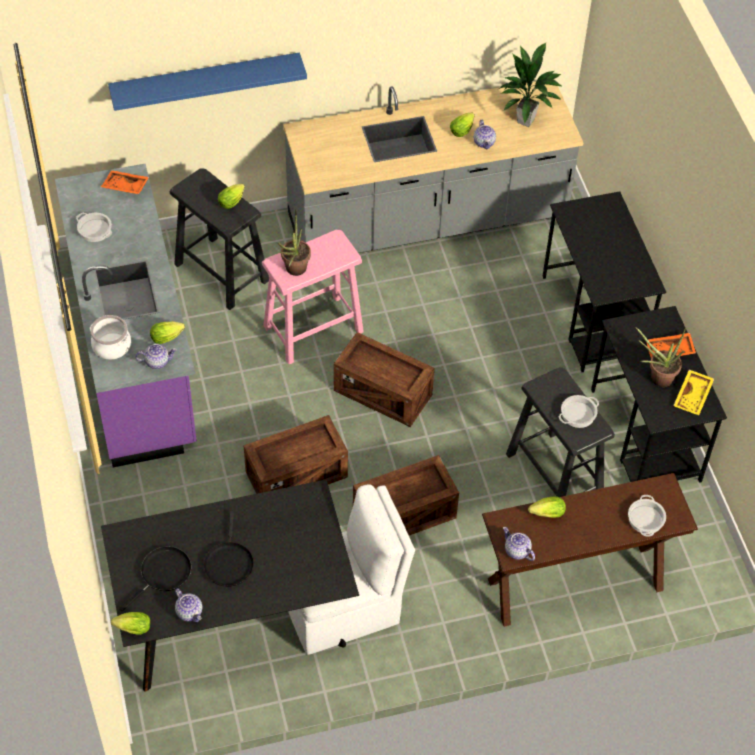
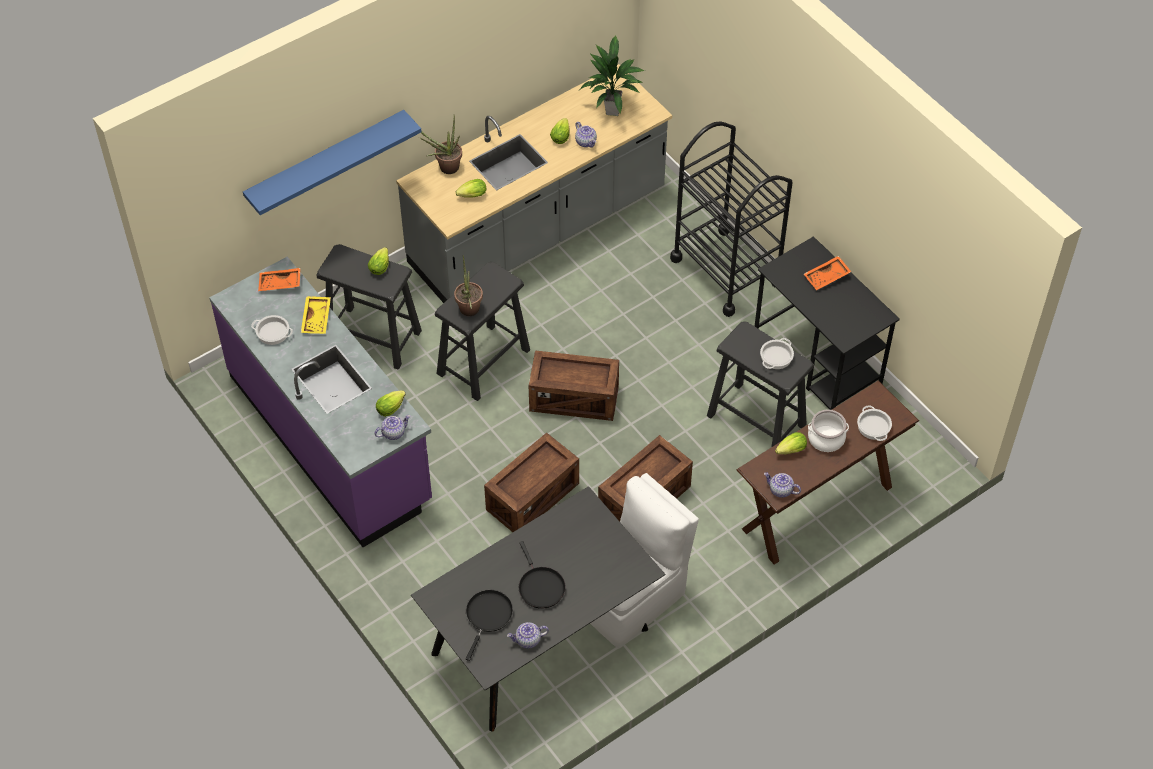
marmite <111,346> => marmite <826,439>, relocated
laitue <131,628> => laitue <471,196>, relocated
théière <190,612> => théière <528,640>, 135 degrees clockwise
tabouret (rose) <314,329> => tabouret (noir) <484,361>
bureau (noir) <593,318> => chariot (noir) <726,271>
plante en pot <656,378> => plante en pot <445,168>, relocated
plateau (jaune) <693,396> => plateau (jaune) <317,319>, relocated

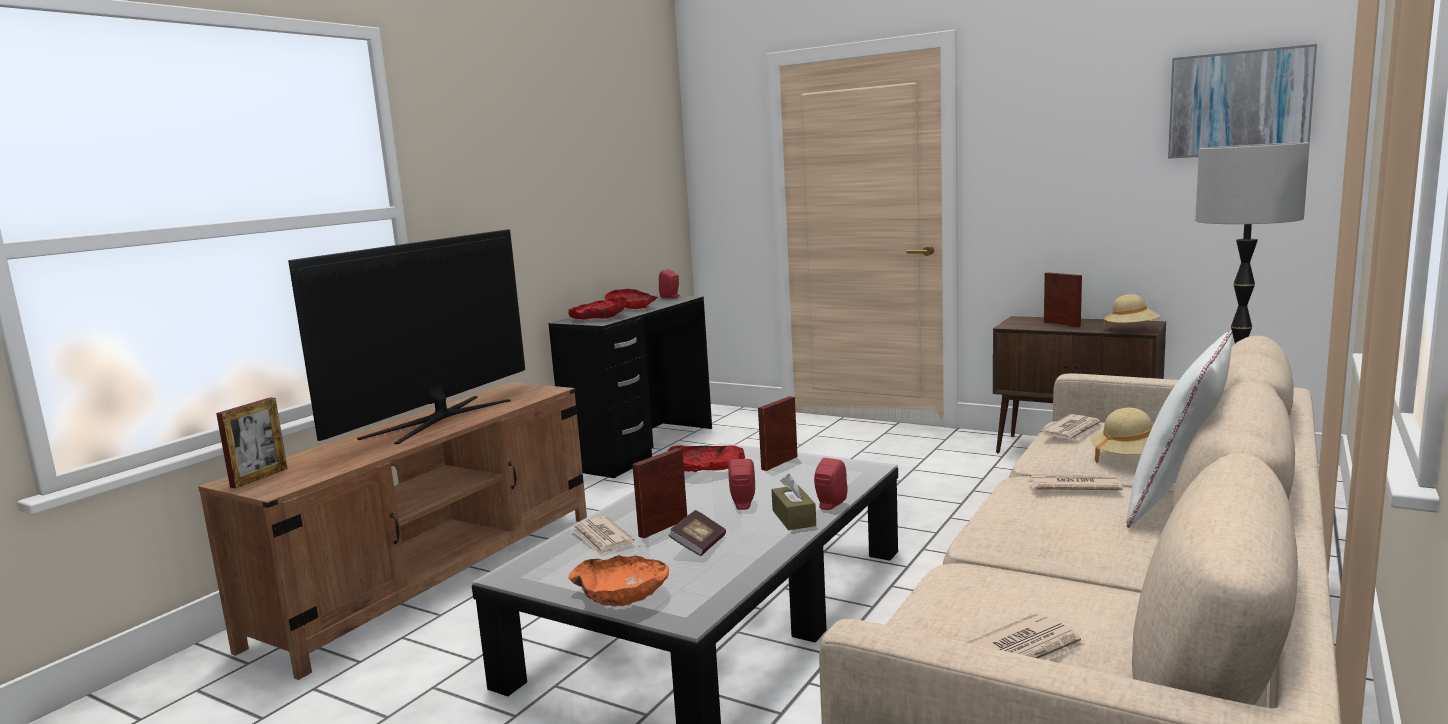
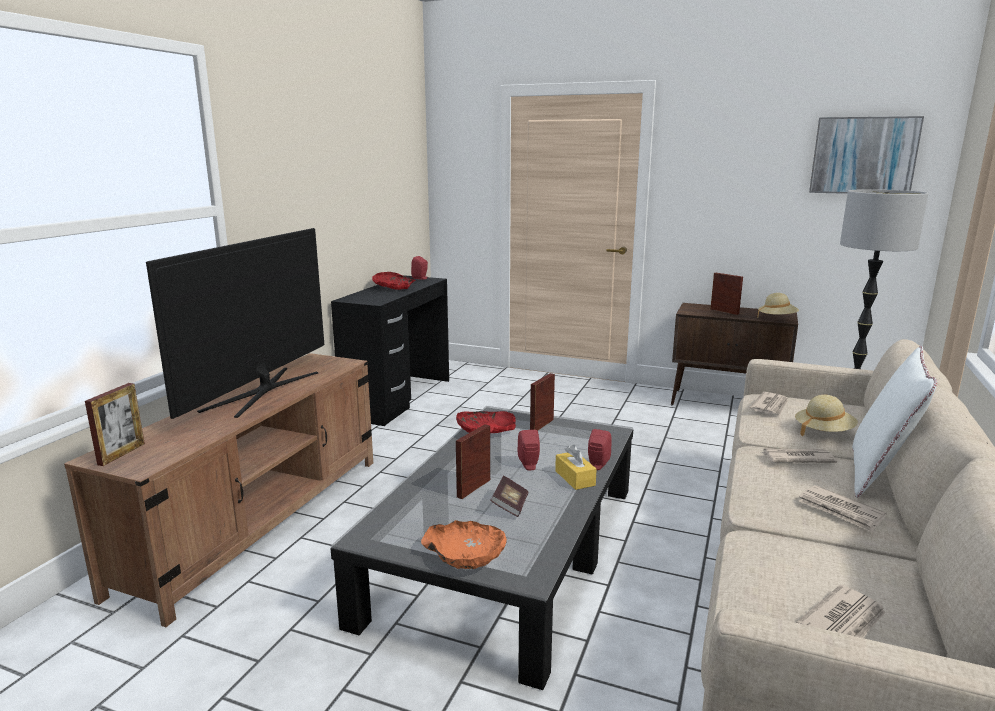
bol (rouge) <599,317> => nothing
journal <602,539> => journal <840,511>, relocated
boîte à mouchoirs (marron) <793,518> => boîte à mouchoirs (jaune) <575,478>

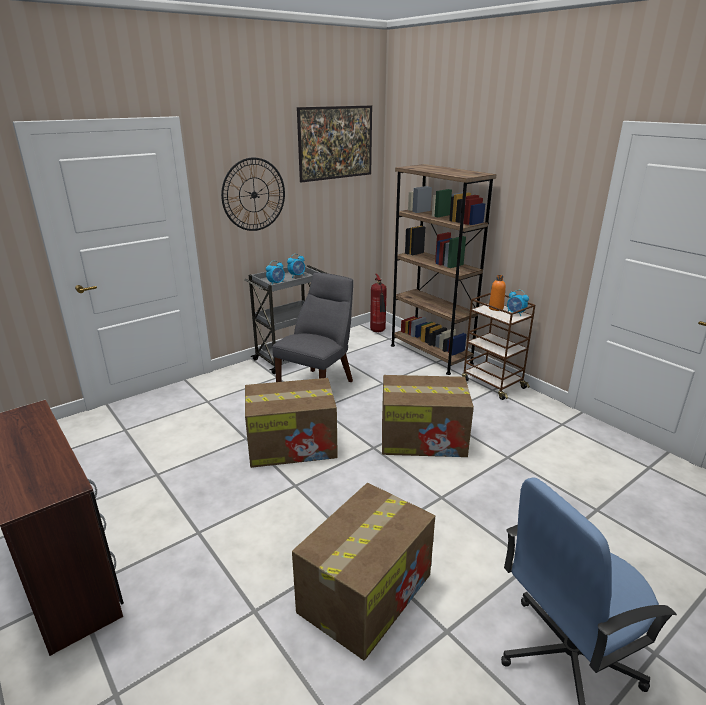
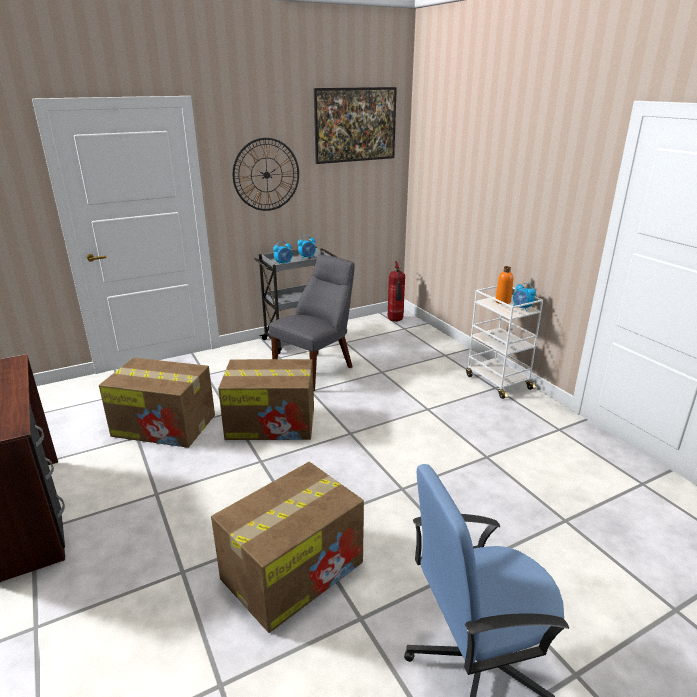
carton <424,438> => carton <165,425>, relocated
bibliothèque (marron) <430,354> => nothing
chariot (marron) <492,384> => chariot (blanc) <497,382>

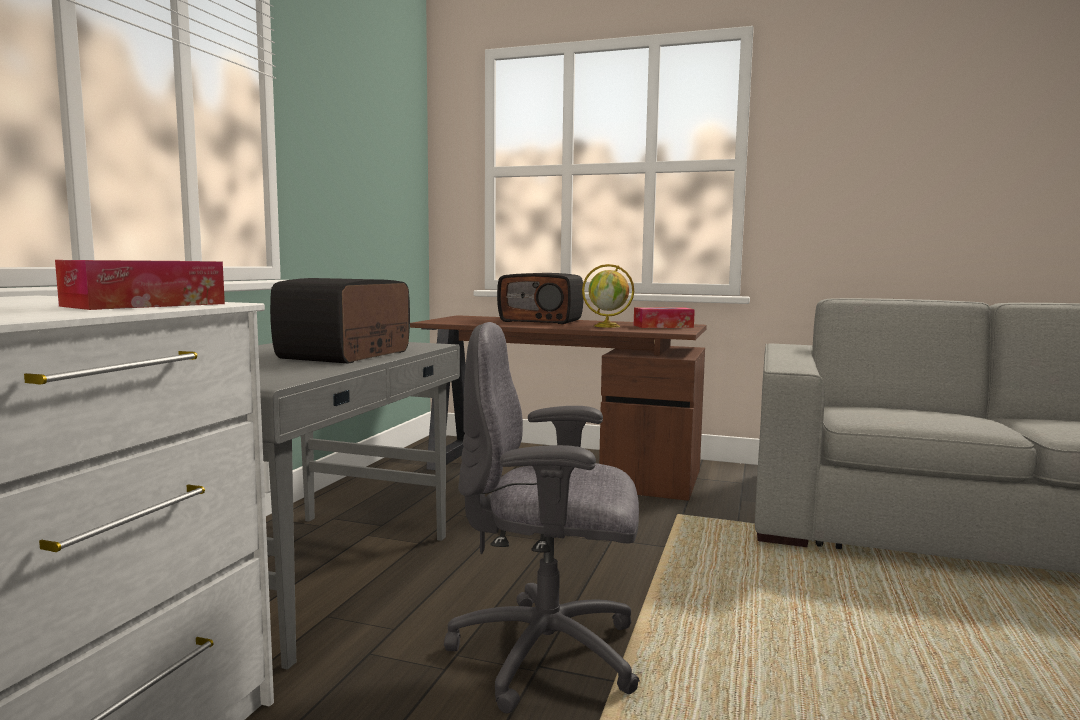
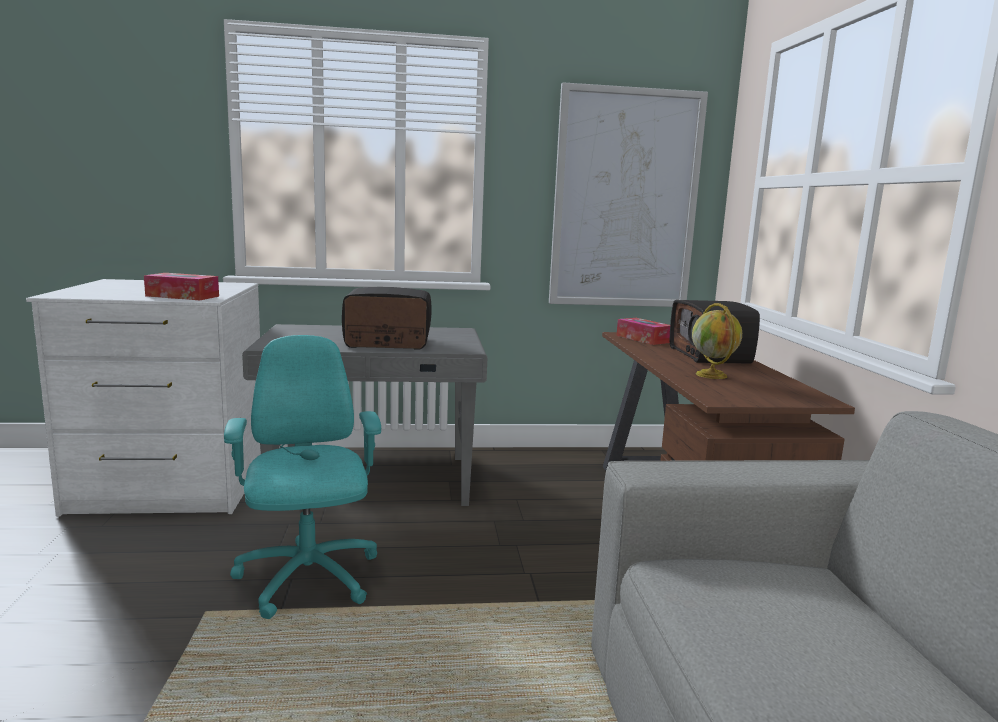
chaise de bureau (gris) <549,654> => chaise de bureau (turquoise) <307,579>
boîte à mouchoirs <663,326> => boîte à mouchoirs <643,339>, relocated
nothing => tableau <625,200>

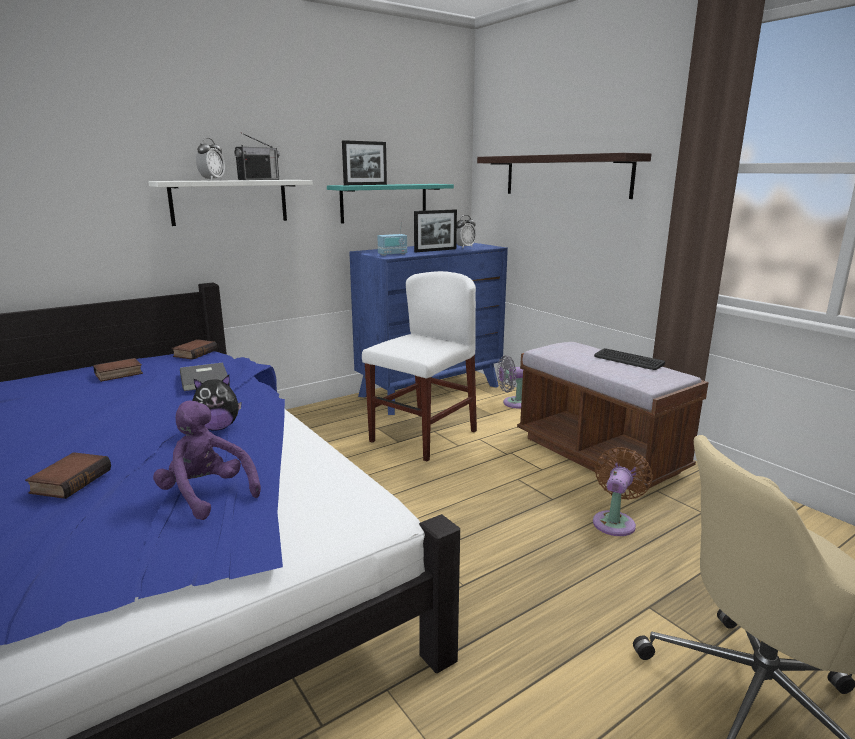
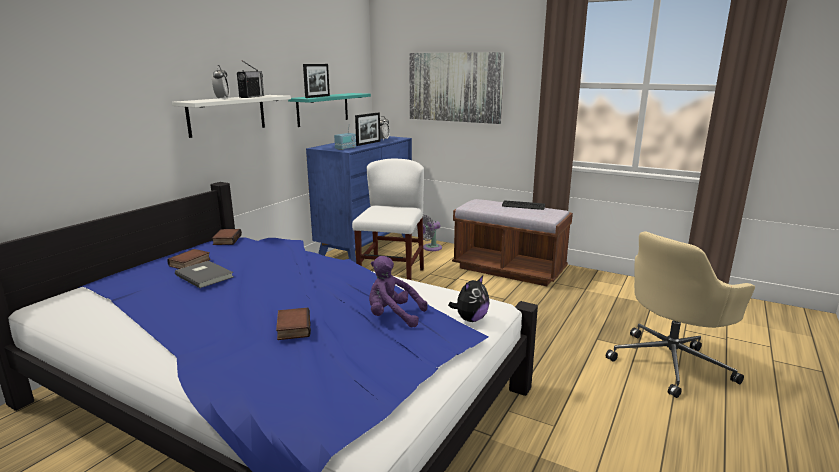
livre (gris) <206,378> => livre (gris) <205,275>, relocated
peluche <218,427> => peluche <470,319>, relocated
étagère <565,175> => tableau <455,87>
ventilateur (marron) <615,521> => nothing

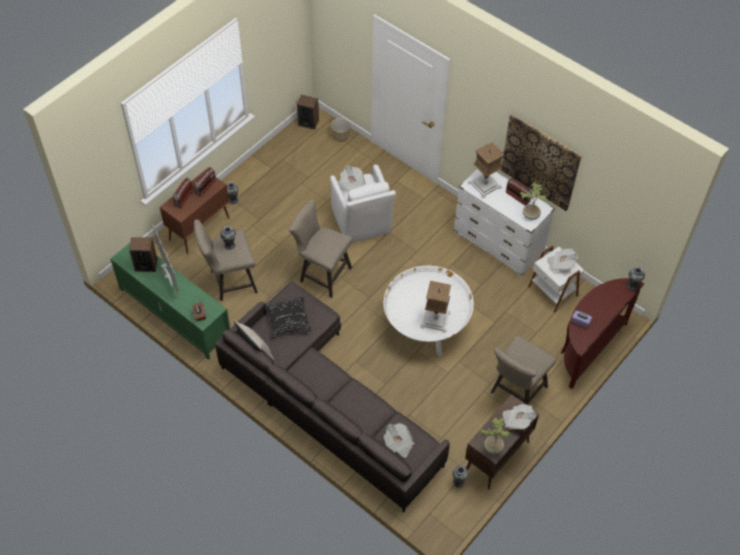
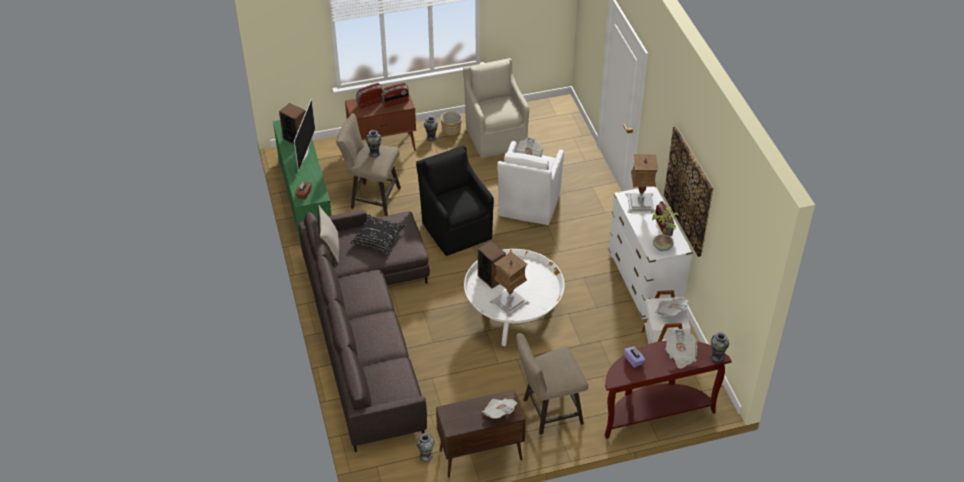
tabouret (beige) <322,274> => fauteuil (noir) <456,229>
enceinte <308,122> => enceinte <491,278>, relocated
cache-pot <340,135> => cache-pot <451,131>, relocated
journal <398,444> => journal <680,355>, relocated
plante en pot <493,447> => nothing
nothing => fauteuil (beige) <495,136>

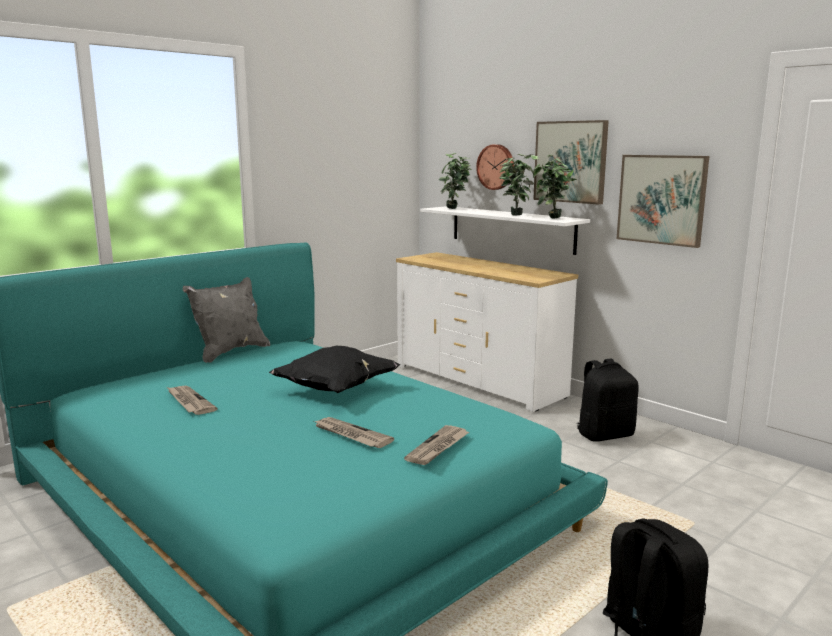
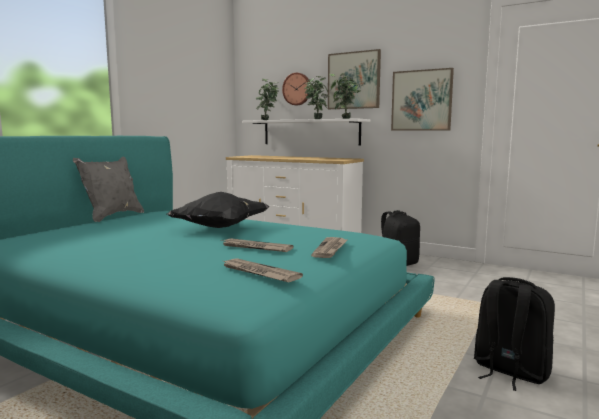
journal <189,402> => journal <259,273>, relocated

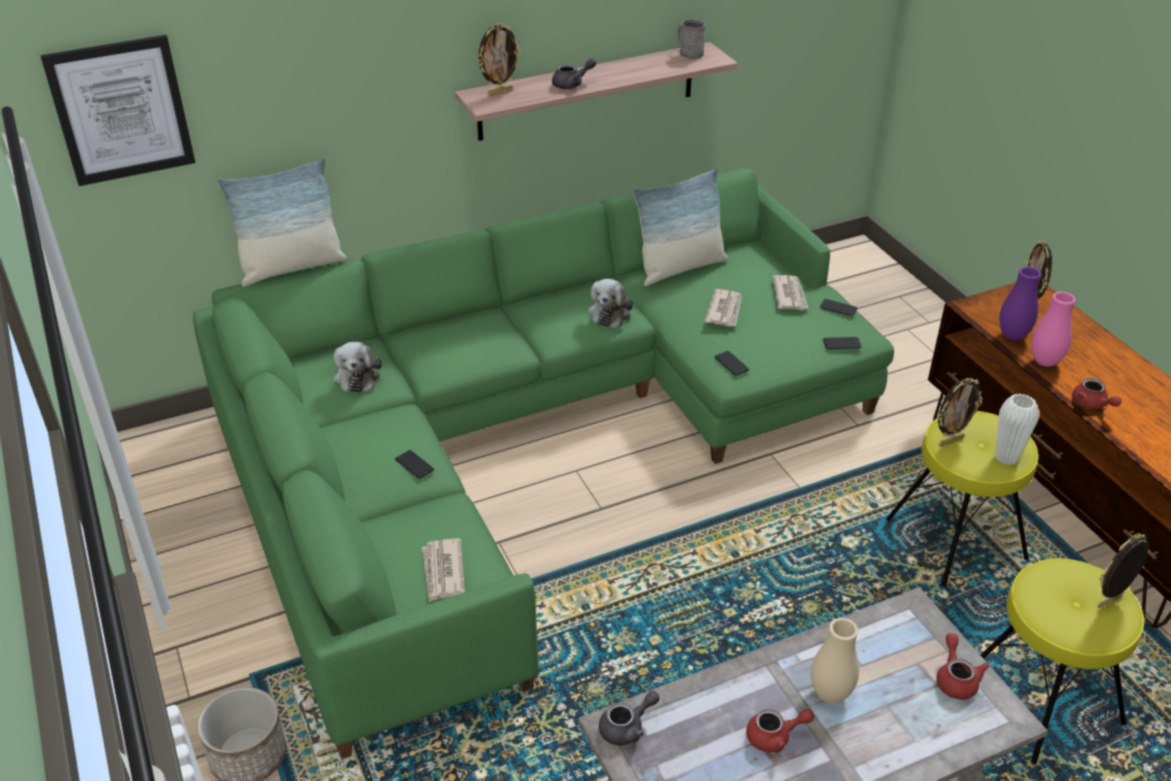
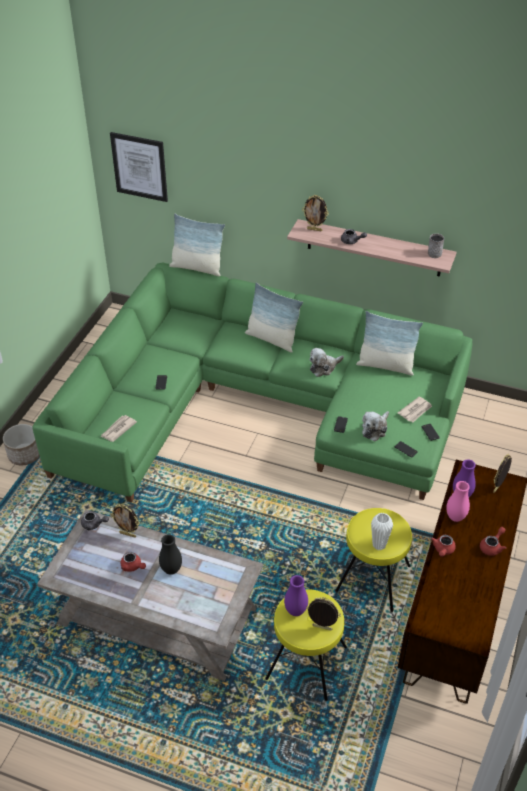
peluche <357,375> => peluche <375,429>, relocated
journal <724,310> => nothing
vase (beige) <830,694> => vase (noir) <171,570>
théière (rouge) <956,679> => théière (rouge) <492,546>, relocated
cadre photo <950,441> => cadre photo <128,534>, relocated
nothing => coussin <272,339>
nothing => vase (violet) <295,611>

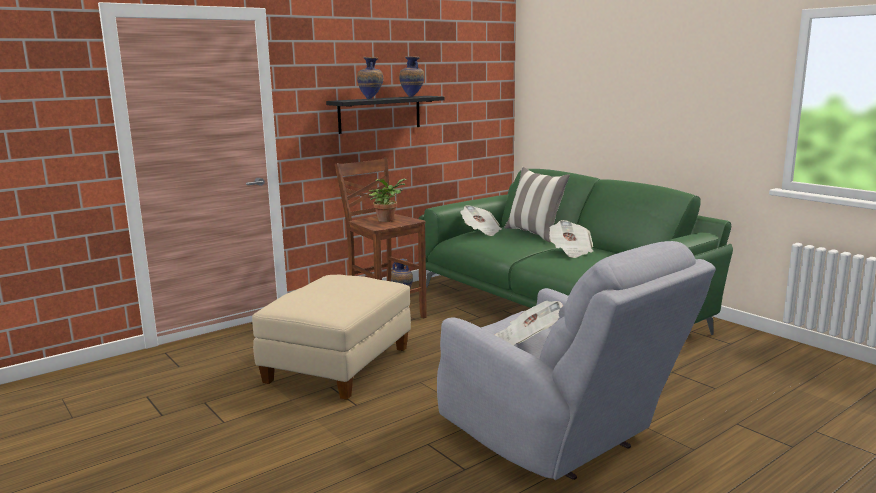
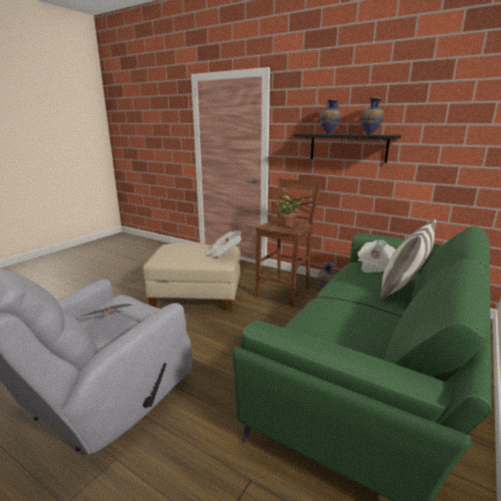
journal <570,251> => journal <224,252>, relocated

